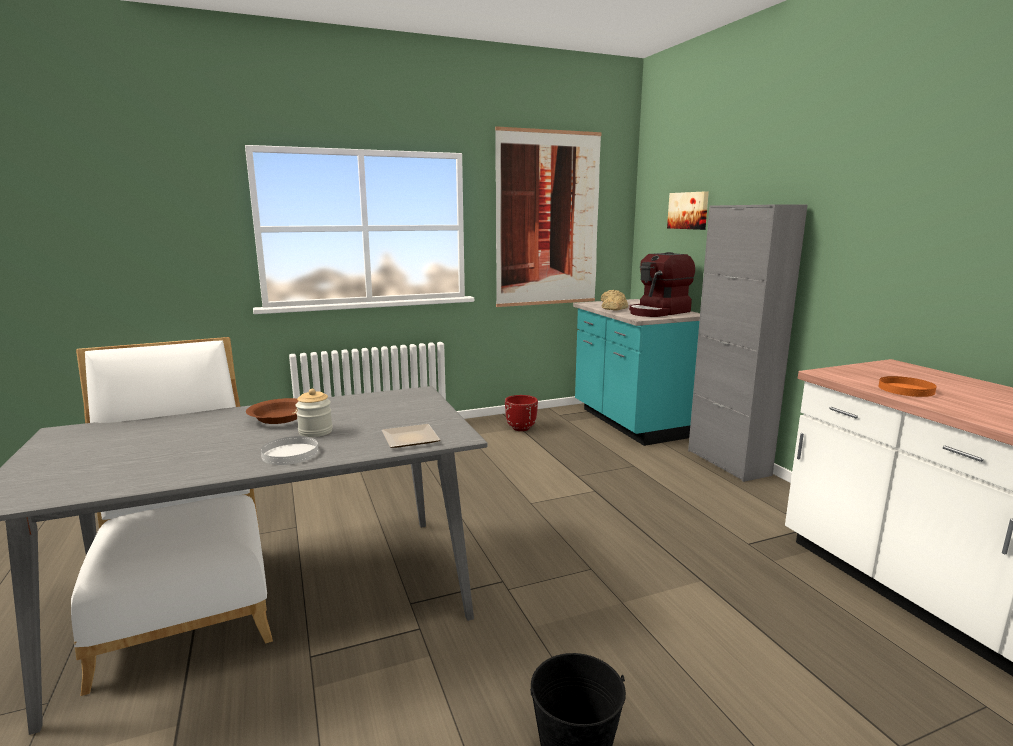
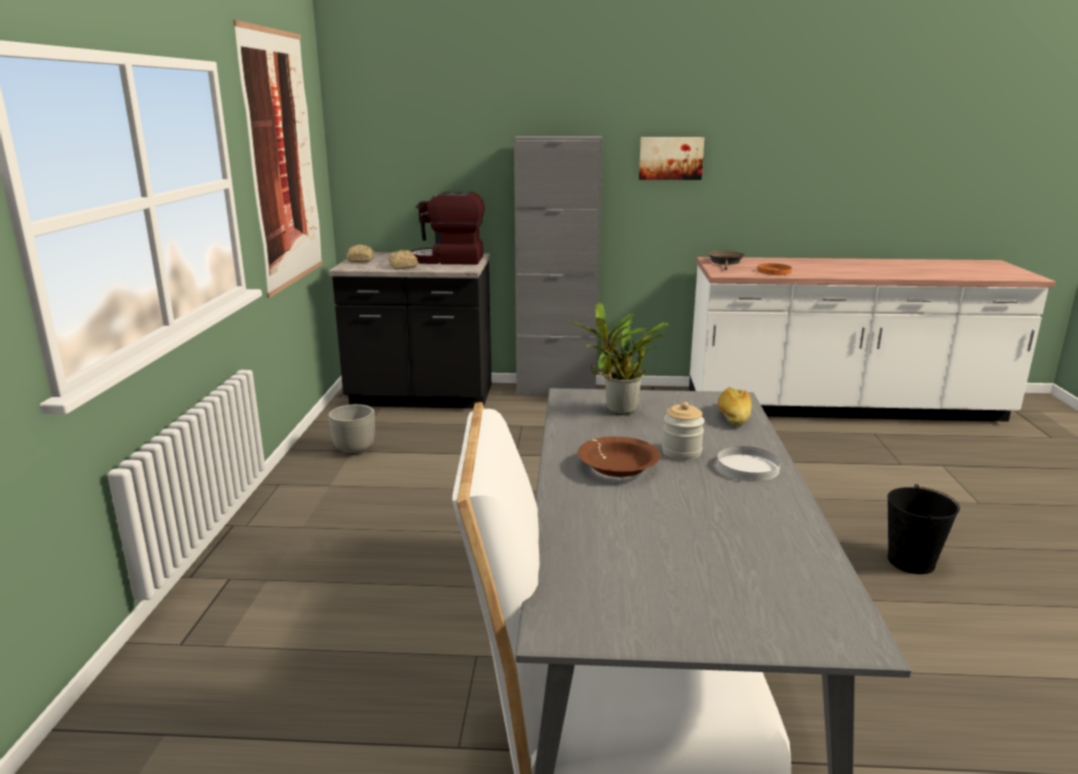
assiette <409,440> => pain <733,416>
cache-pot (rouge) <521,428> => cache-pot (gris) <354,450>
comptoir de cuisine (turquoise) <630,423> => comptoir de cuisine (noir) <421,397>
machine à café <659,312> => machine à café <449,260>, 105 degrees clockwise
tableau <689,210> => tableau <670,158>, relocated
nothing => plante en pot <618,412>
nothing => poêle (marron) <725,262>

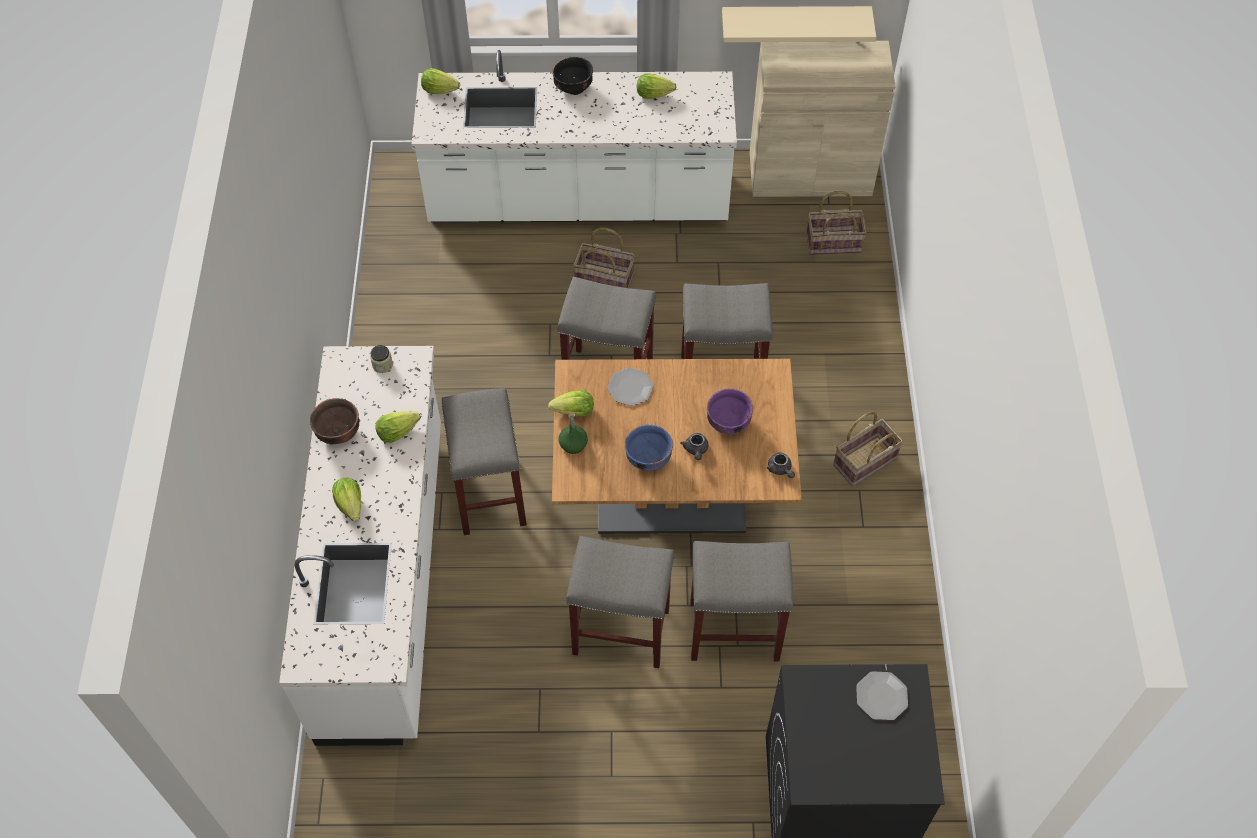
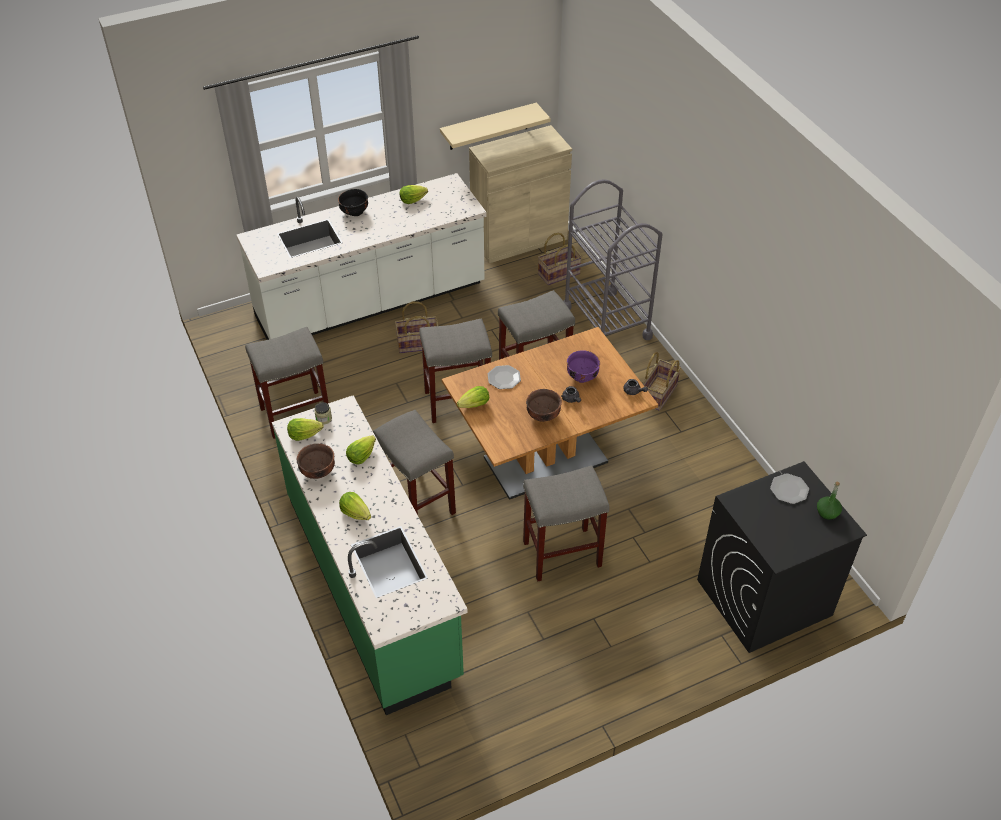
comptoir de cuisine (blanc) <385,579> => comptoir de cuisine (vert) <373,585>
laitue <439,90> => laitue <304,435>, relocated
bouteille (vert) <573,444> => bouteille (vert) <827,512>, relocated
bol (bleu) <648,458> => bol (marron) <543,415>
tabouret (gris) <732,631> => tabouret (gris) <294,414>, relocated
nothing => chariot (gris) <606,322>

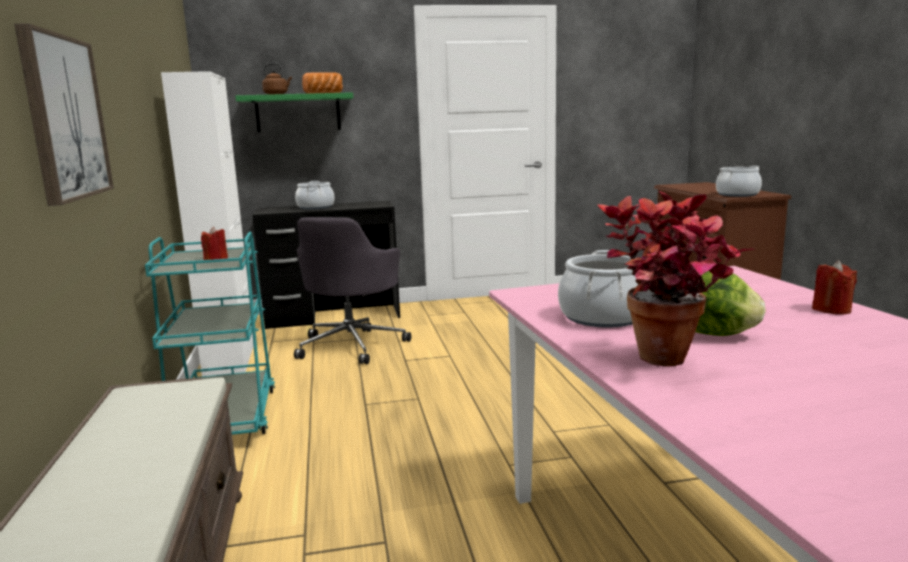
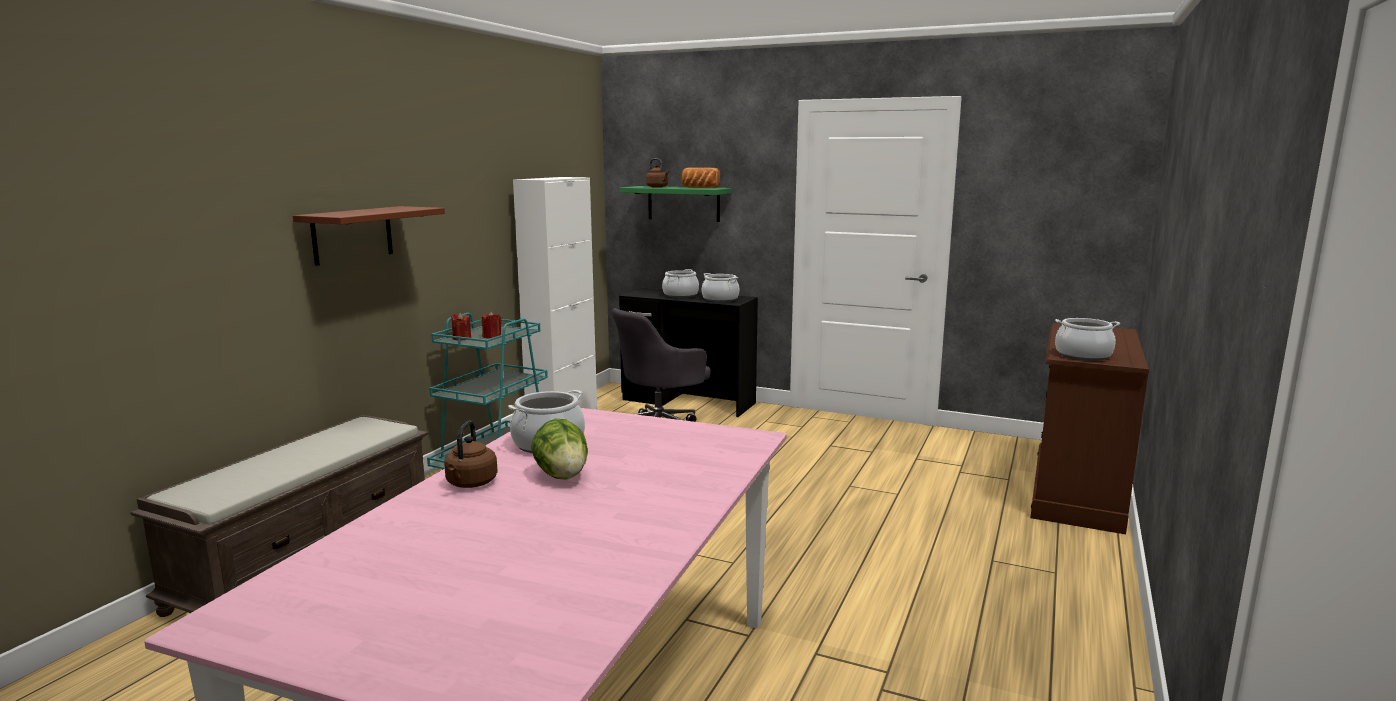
tableau <64,118> => étagère (marron) <352,235>
plante en pot <665,366> => bouilloire (marron) <470,484>
bougie (rouge) <831,309> => bougie (rouge) <462,338>, relocated
nothing => marmite <720,299>

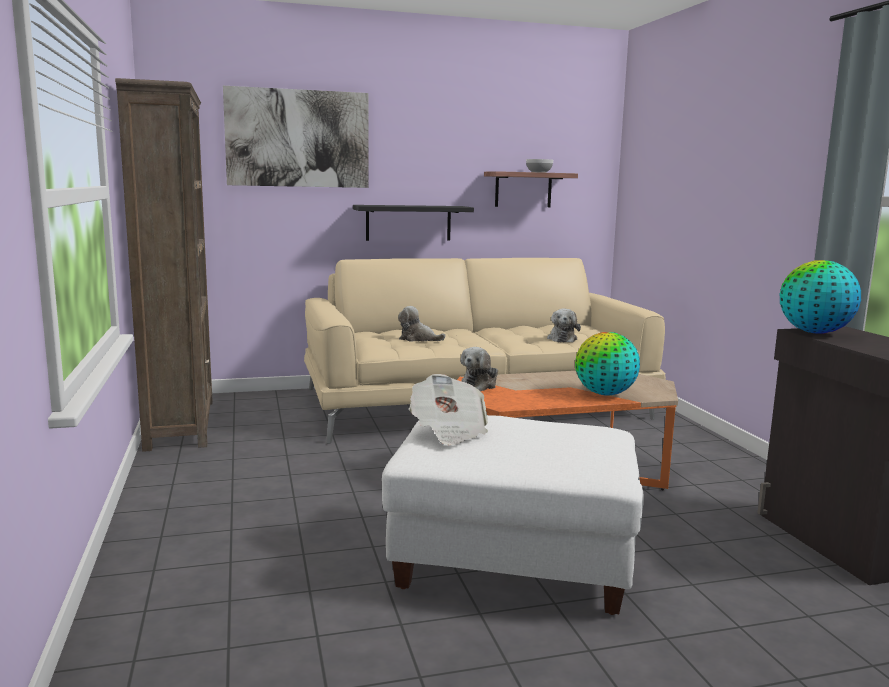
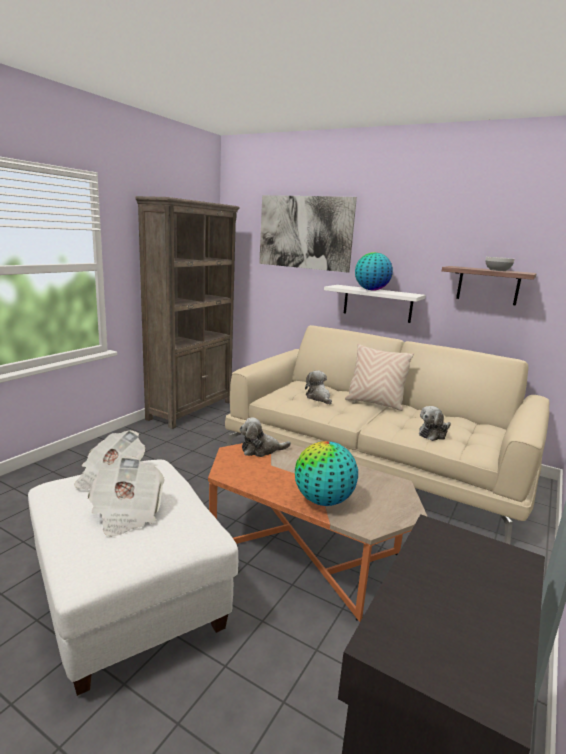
étagère (noir) <408,223> => étagère (blanc) <377,303>
globe <814,332> => globe <371,290>, relocated
nothing => journal <126,513>
nothing => coussin (beige) <375,403>

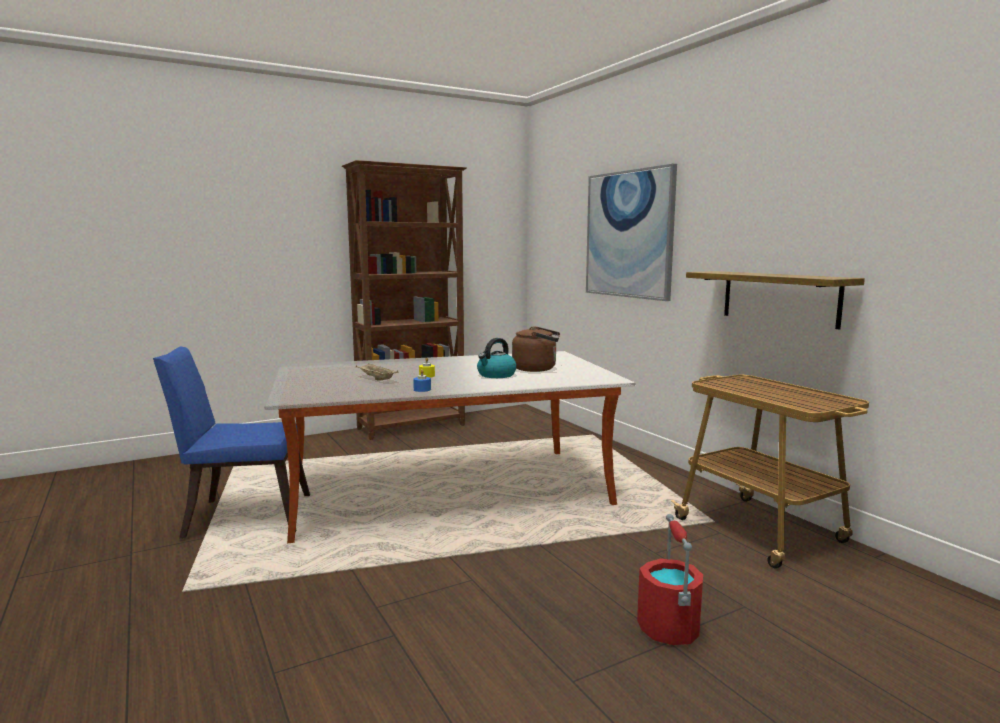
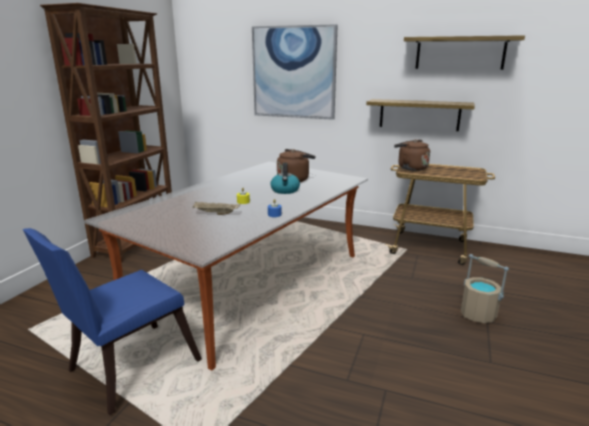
seau (rouge) <669,629> => seau (beige) <478,314>
nothing => bouilloire (marron) <410,168>
nothing => étagère <460,53>

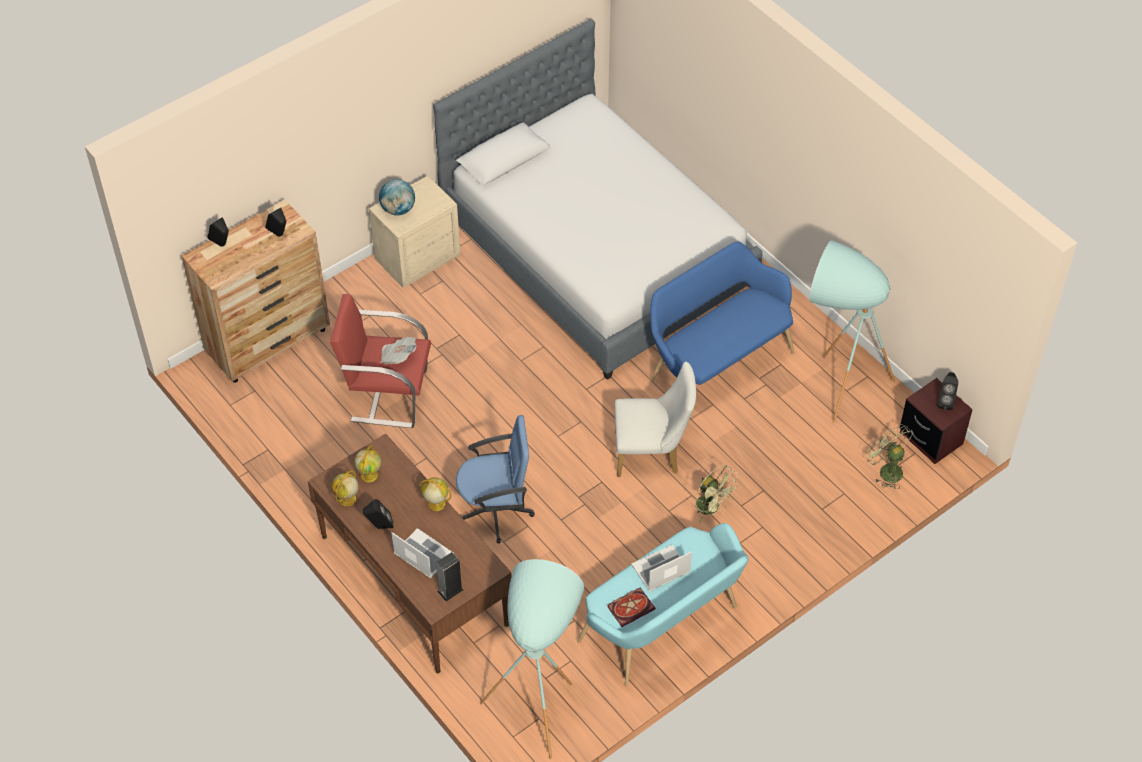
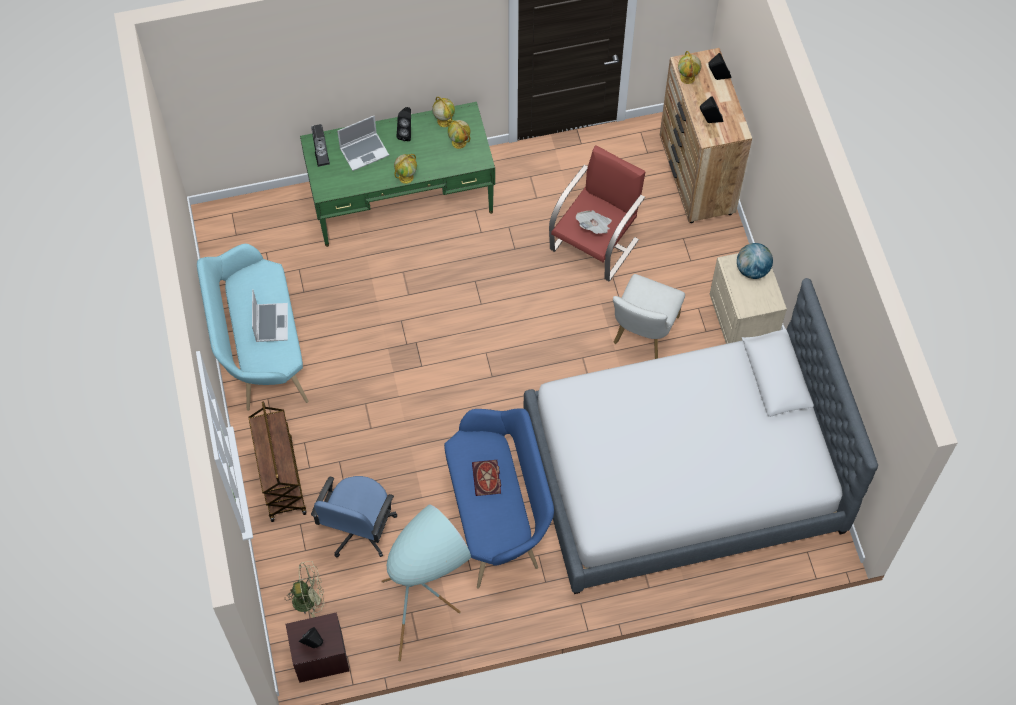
bureau (marron) <414,580> => bureau (vert) <402,198>
chaise de bureau (bleu) <495,510> => chaise de bureau (bleu) <358,528>, relocated
lampadaire (turquoise) <540,699> => nothing
livre <631,607> => livre <487,479>, relocated
chaise (blanc) <652,453> => chaise (blanc) <643,334>, relocated
ventilateur (vert) <712,508> => nothing
nothing => chariot (marron) <280,479>
nothing => globe <687,78>

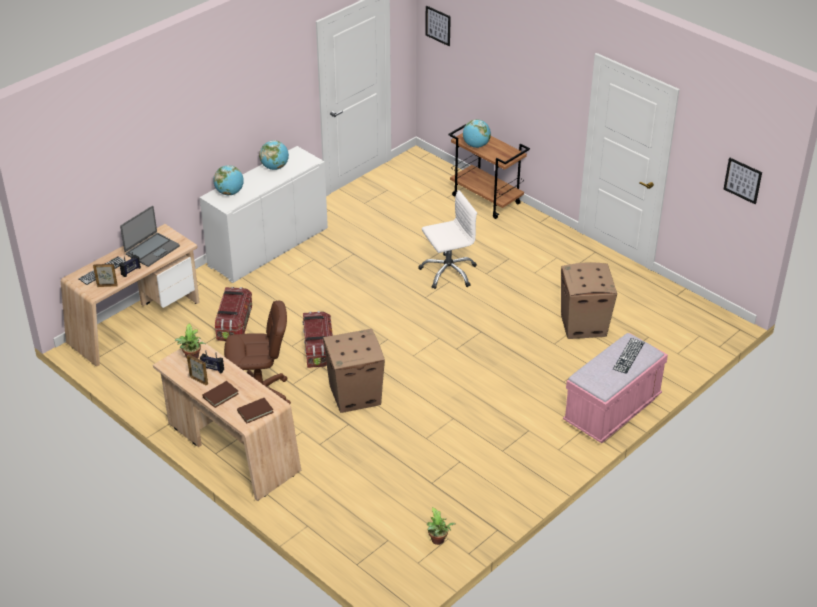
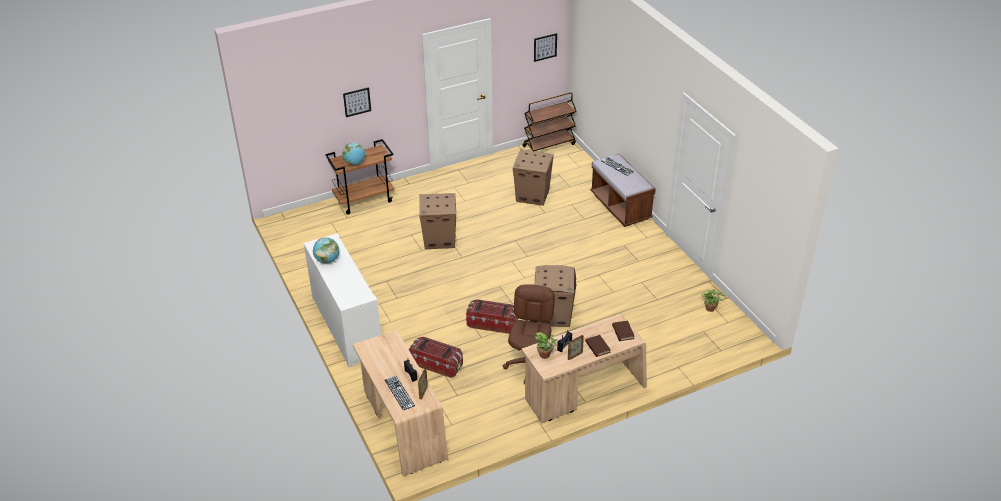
ordinateur portable <152,250> => nothing
globe <230,193> => nothing
chaise de bureau (blanc) <448,272> => carton <440,239>
tableau <438,25> => tableau <357,102>, relocated
banc (rose) <612,411> => banc (marron) <620,207>
nothing => chariot (marron) <549,145>

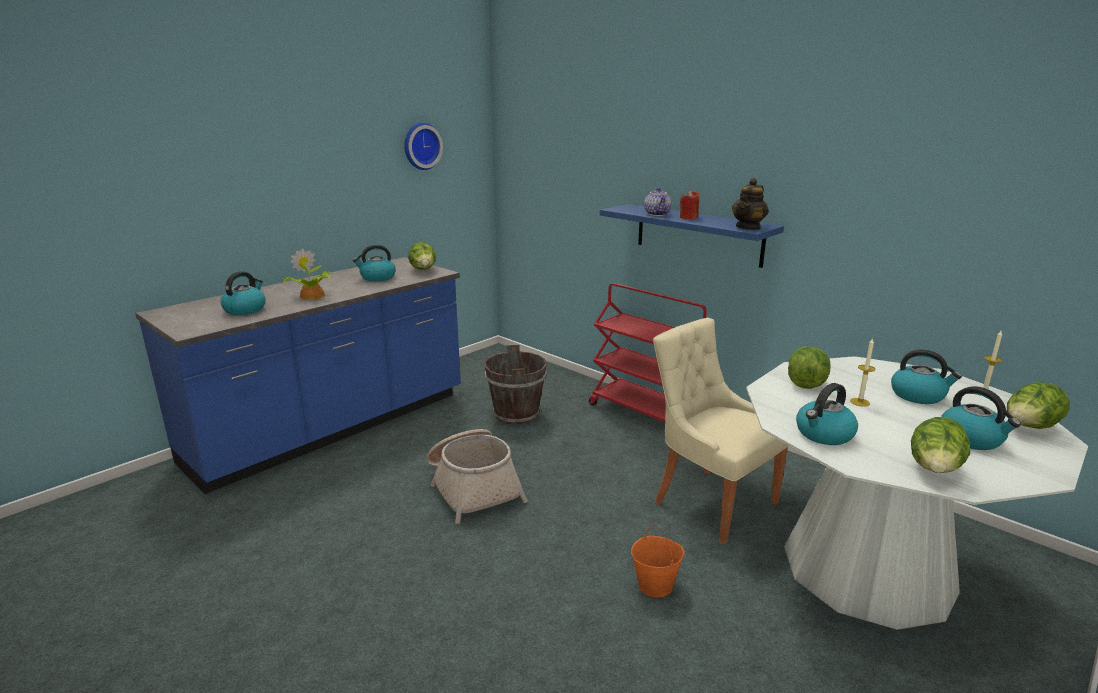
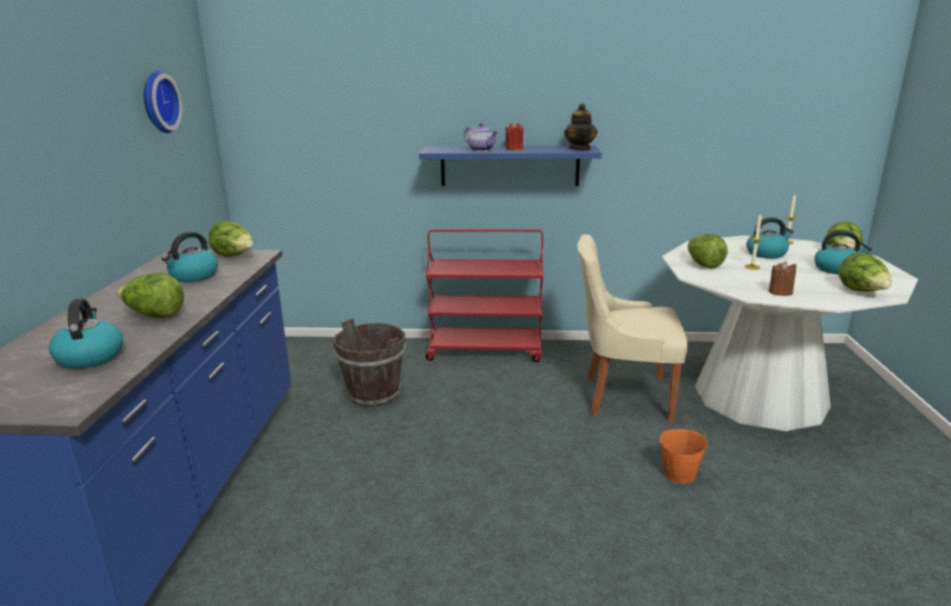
plante en pot <311,296> => laitue <154,316>
panier <473,487> => nothing
bouilloire <824,434> => bougie (marron) <780,292>

